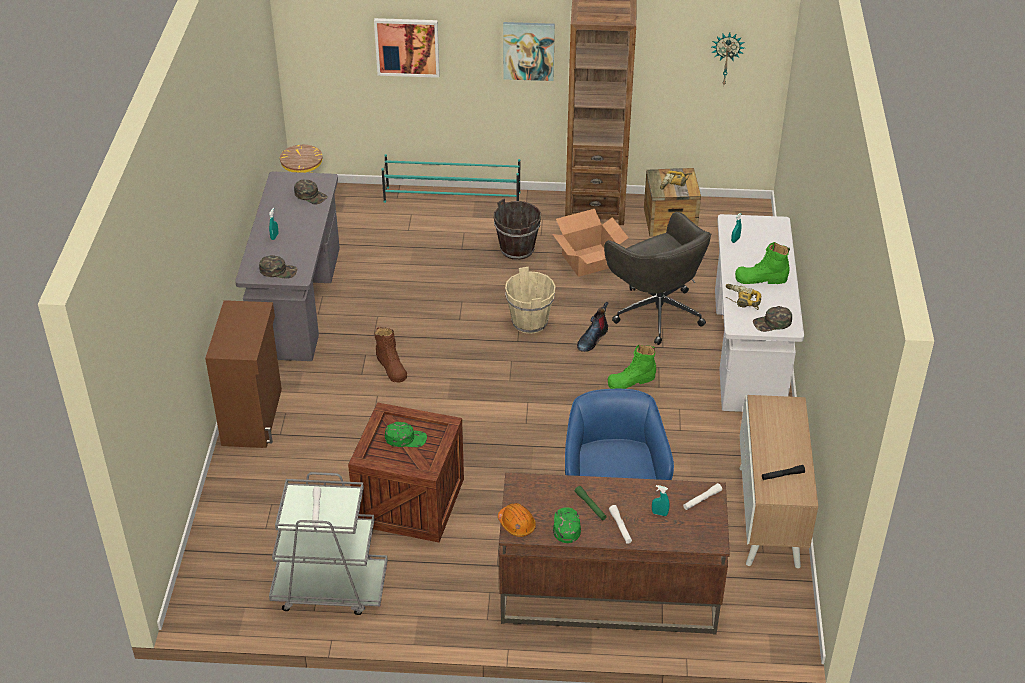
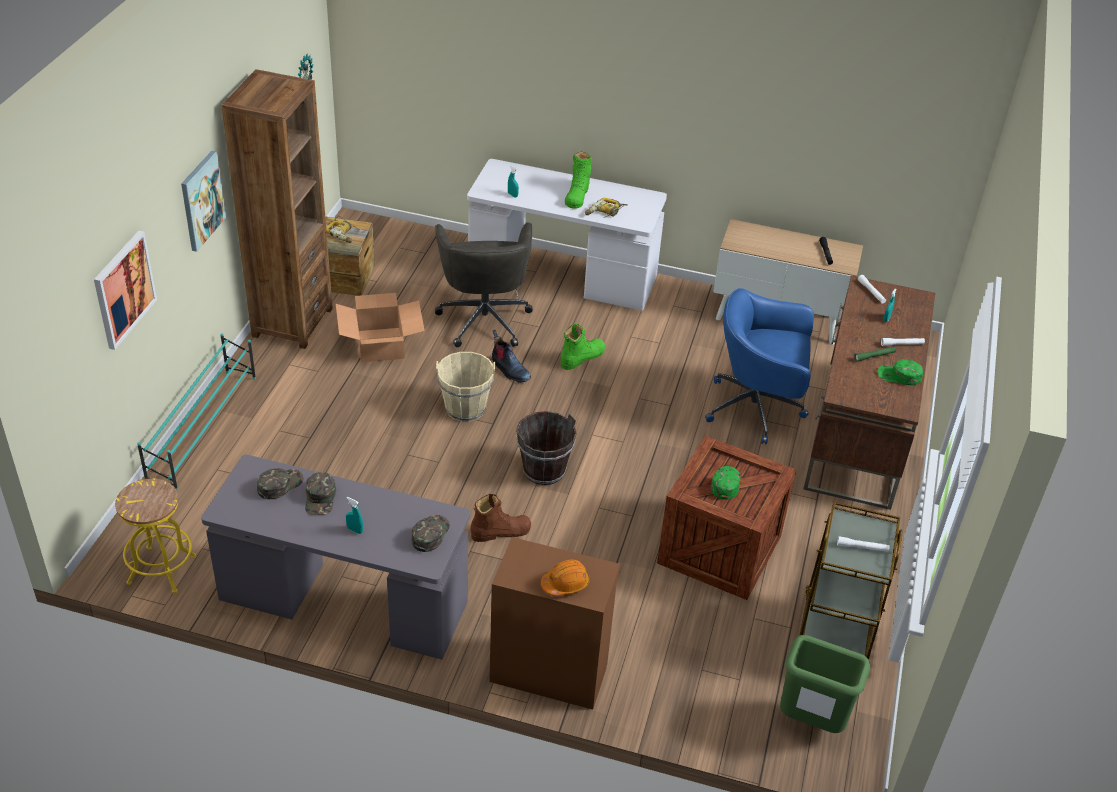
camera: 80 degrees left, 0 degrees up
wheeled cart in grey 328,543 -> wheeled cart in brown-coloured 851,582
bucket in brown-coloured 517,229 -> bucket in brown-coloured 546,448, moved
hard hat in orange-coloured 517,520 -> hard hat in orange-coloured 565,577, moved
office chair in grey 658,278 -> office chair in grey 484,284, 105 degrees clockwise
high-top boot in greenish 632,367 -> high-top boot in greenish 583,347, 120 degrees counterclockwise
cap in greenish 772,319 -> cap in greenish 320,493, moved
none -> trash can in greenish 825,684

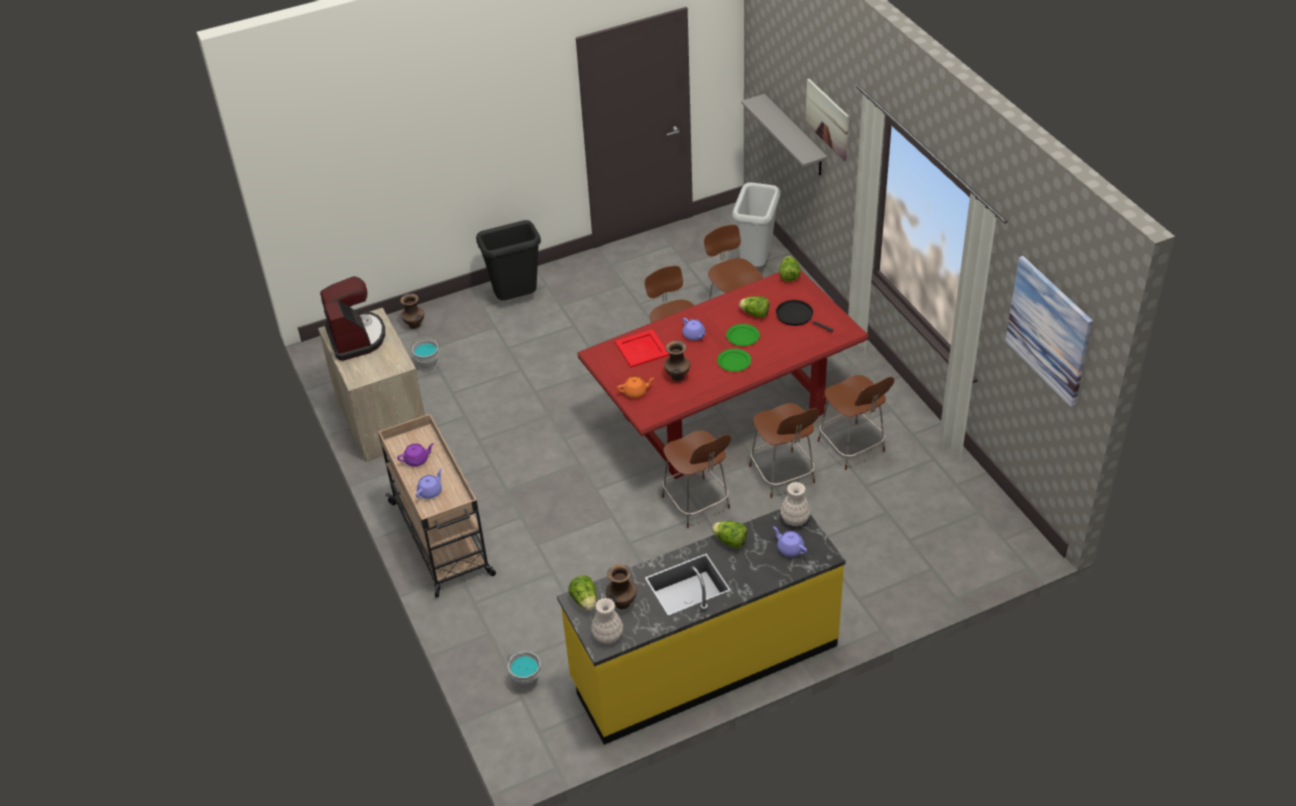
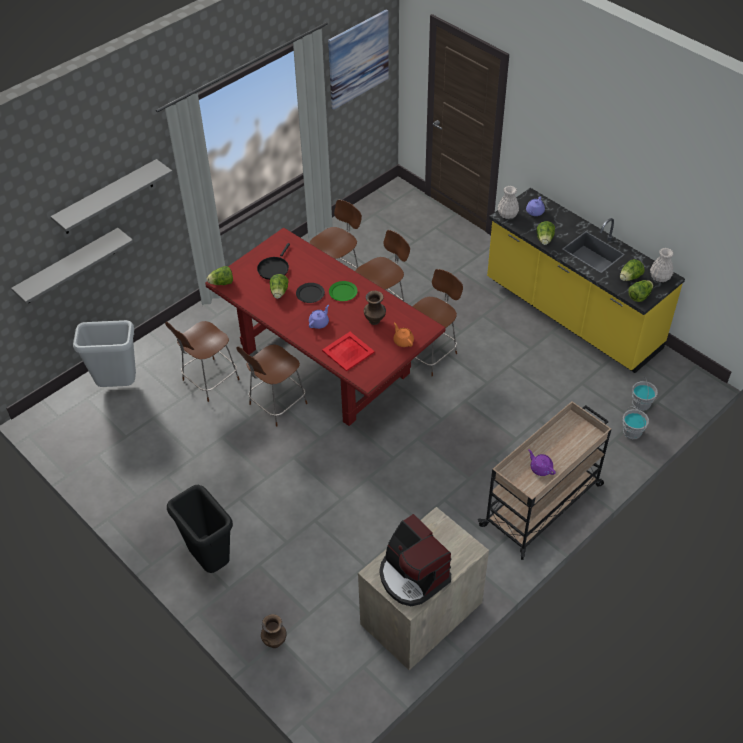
camera: 110 degrees left, 5 degrees up
coffee machine 352,318 -> coffee machine 415,560, 90 degrees counterclockwise
bucket in grey 425,354 -> bucket in grey 636,423, moved
teapot in purple 429,483 -> none
decorative vase in brown-coloured 621,586 -> lettuce 632,270
flat dish in greenish 743,335 -> flat dish in black 310,293
wall art 827,120 -> shelf in grey 111,196

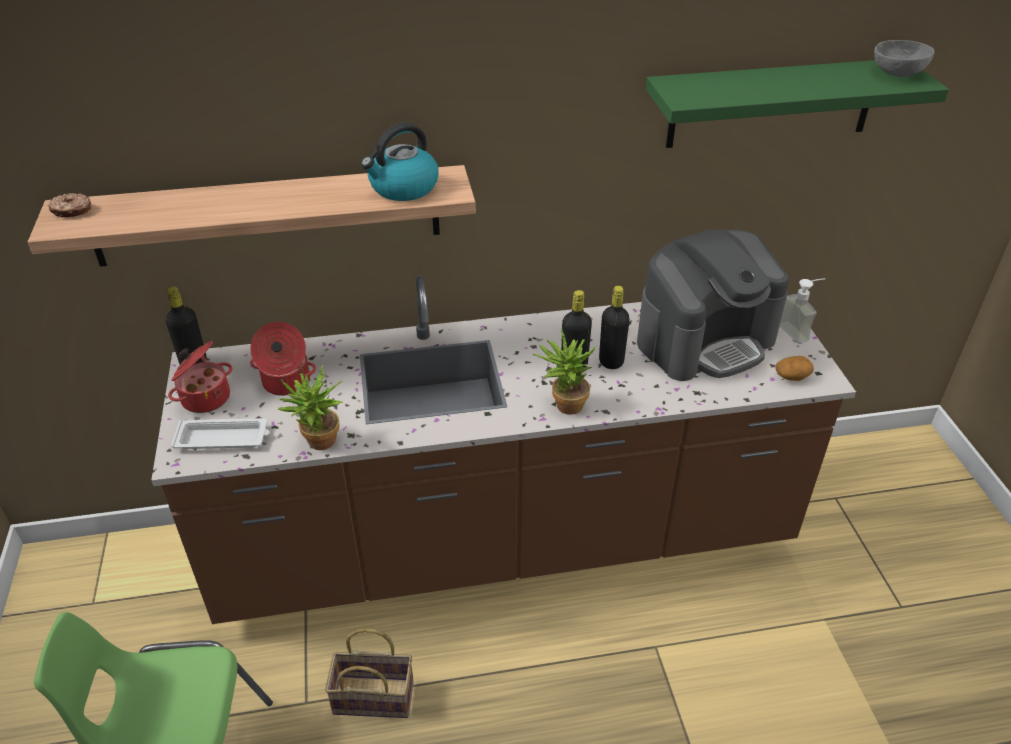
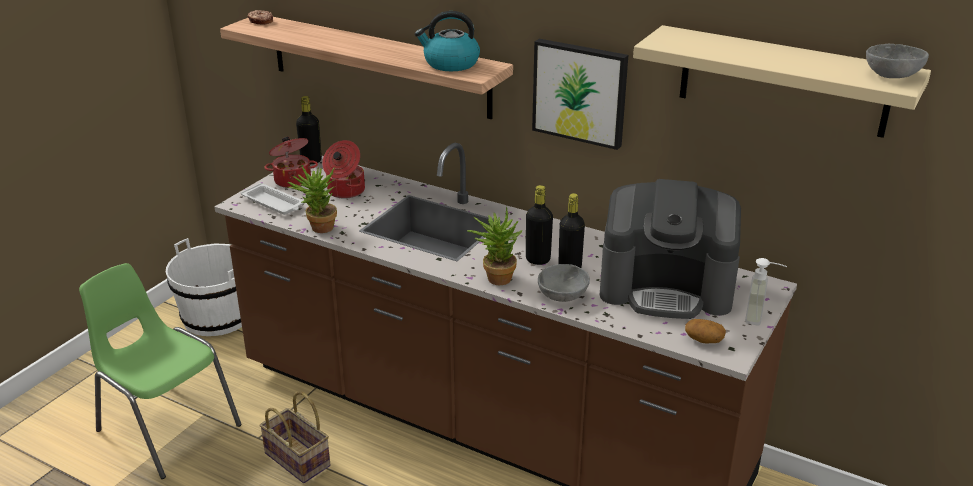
camera: 40 degrees right, 10 degrees down
shelf in greenish 797,104 -> shelf in sand-coloured 782,81
none -> bucket in white 204,287
none -> wall art 580,94
none -> bowl in grey 564,283

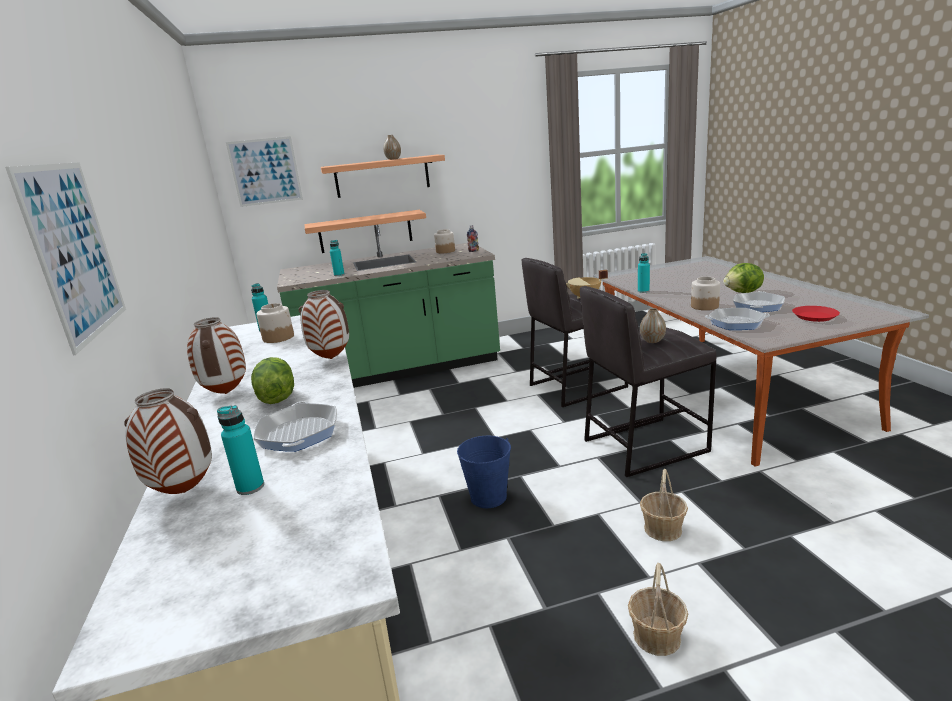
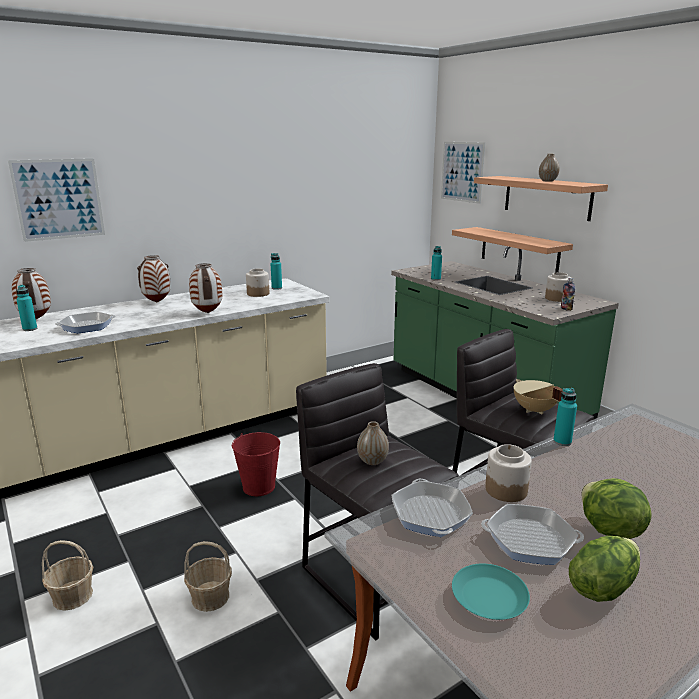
camera: 70 degrees right, 0 degrees up
lettuce 272,380 -> lettuce 604,569, moved
bucket in blue-coloured 484,472 -> bucket in reddish 256,464
flat dish in reddish 816,314 -> flat dish in blue-green 491,591

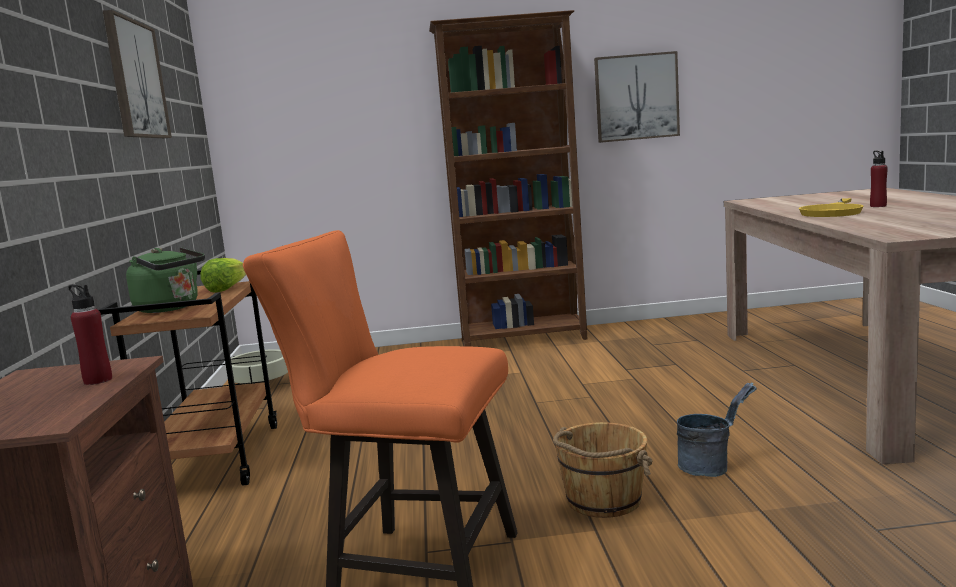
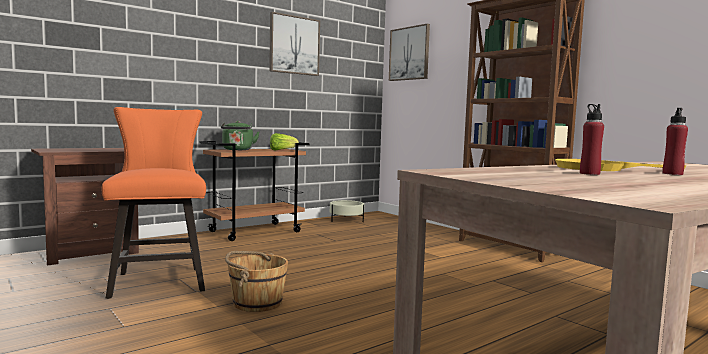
camera: 55 degrees right, 5 degrees down
drink bottle in reddish 90,335 -> drink bottle in reddish 592,139, moved
wall art 637,97 -> wall art 409,52, moved
bucket in grey 717,430 -> none

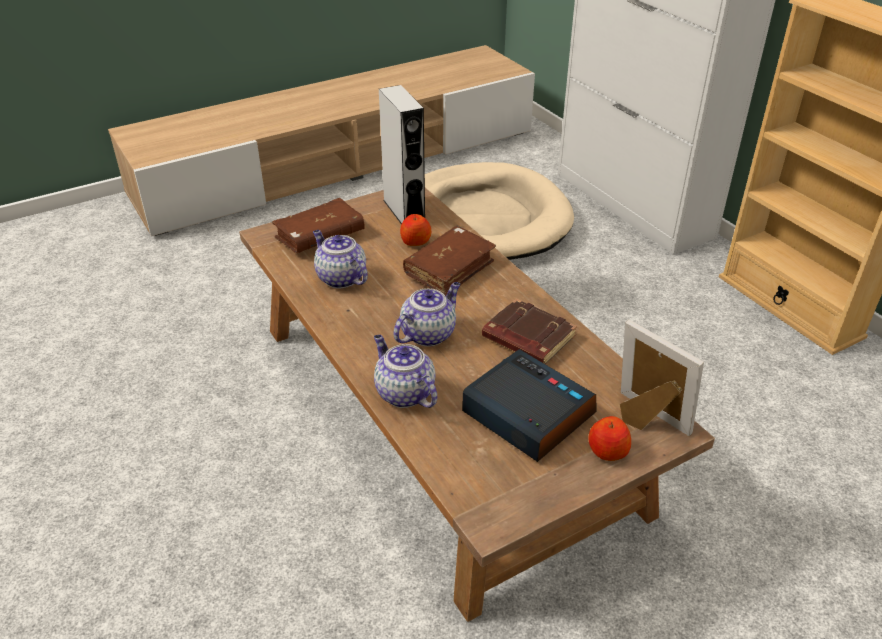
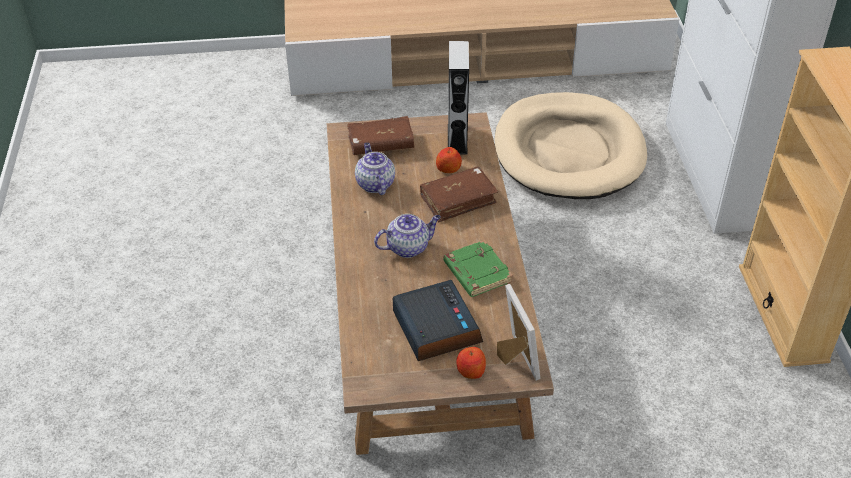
camera: 25 degrees right, 5 degrees up
teapot 405,371 -> none
book in brown-coloured 529,331 -> book in greenish 478,268

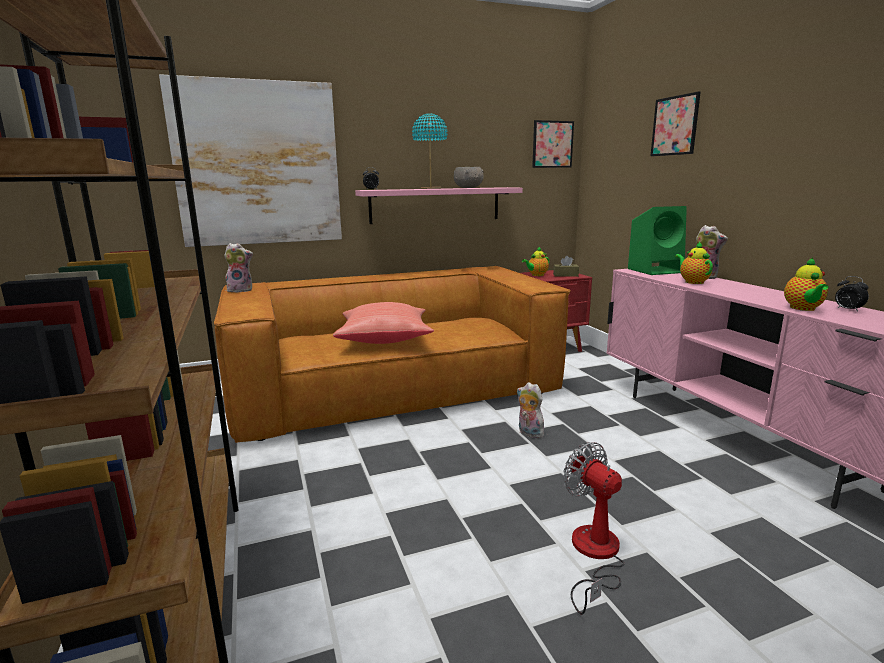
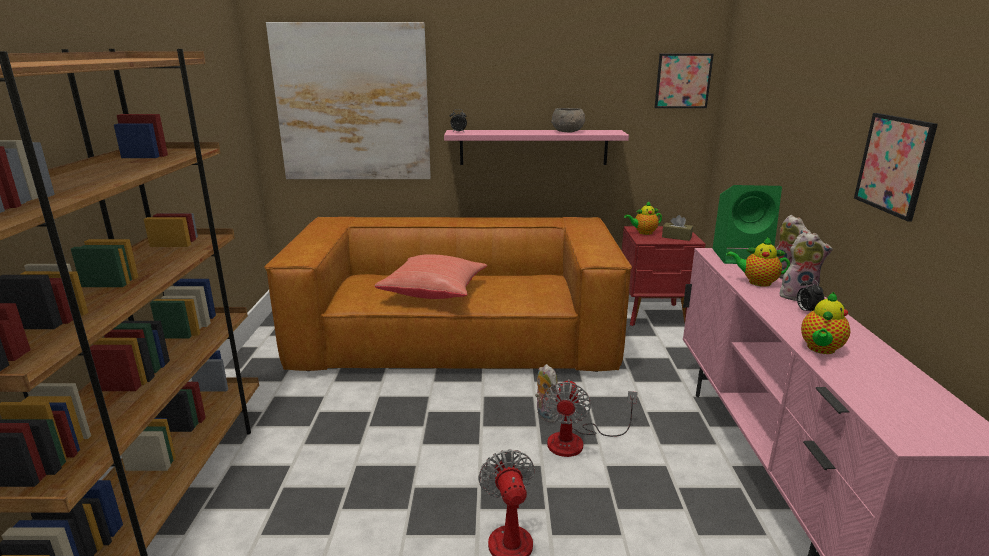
camera: 20 degrees right, 5 degrees up
soft toy 238,268 -> soft toy 806,266, moved
table lamp in blue-green 430,151 -> none
wall art 676,123 -> wall art 896,167, moved
teapot 694,263 -> teapot 758,262, 75 degrees counterclockwise
table clock 852,294 -> table clock 810,295, moved
none -> electric fan 590,418

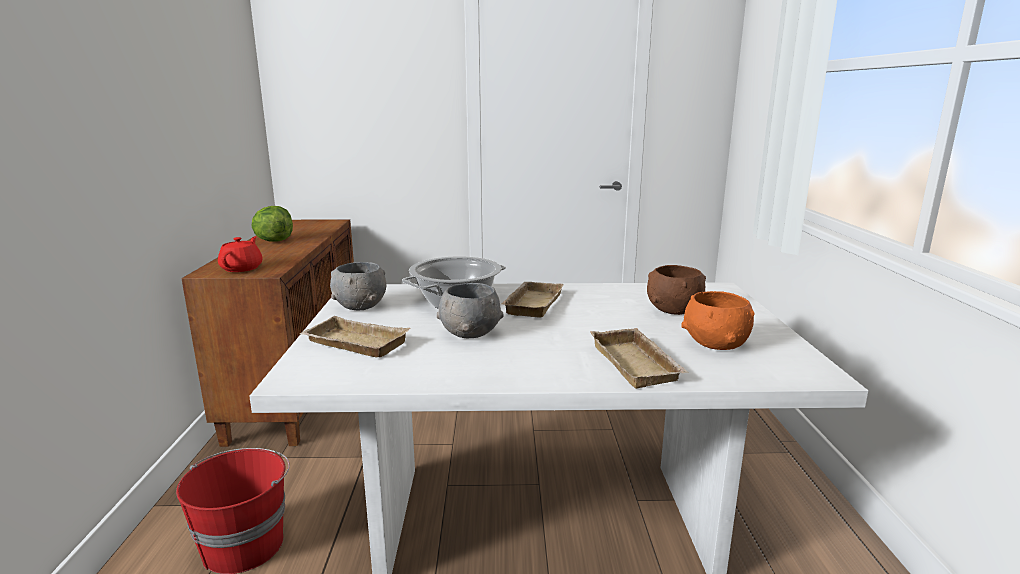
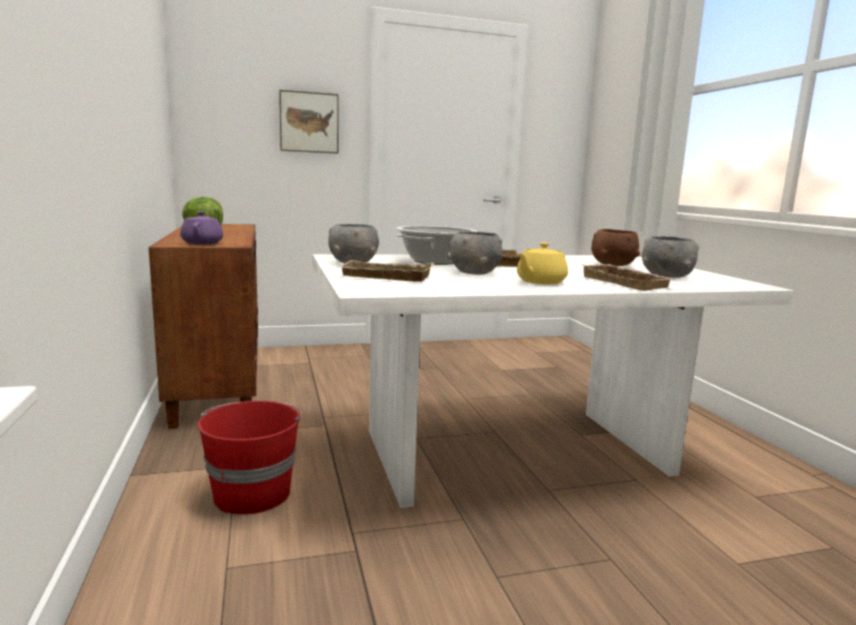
camera: 15 degrees left, 5 degrees down
teapot in reddish 240,254 -> teapot in purple 201,227
bowl in orange-coloured 717,320 -> bowl in grey 671,257
none -> wall art 309,122
none -> teapot in yellow-coloured 542,263

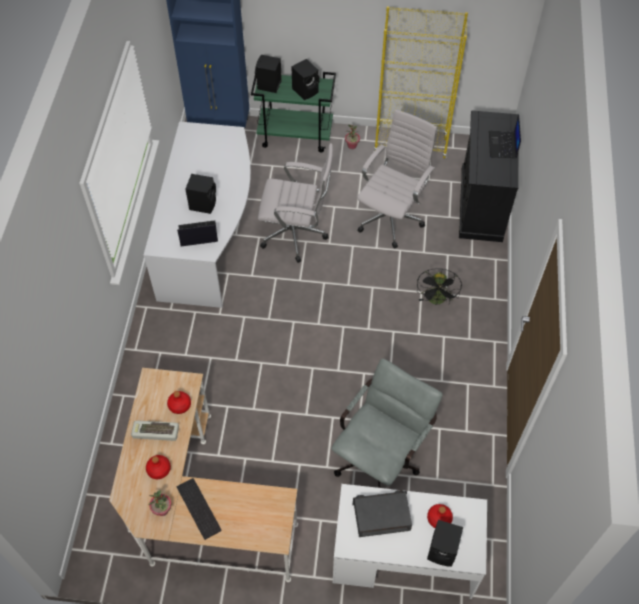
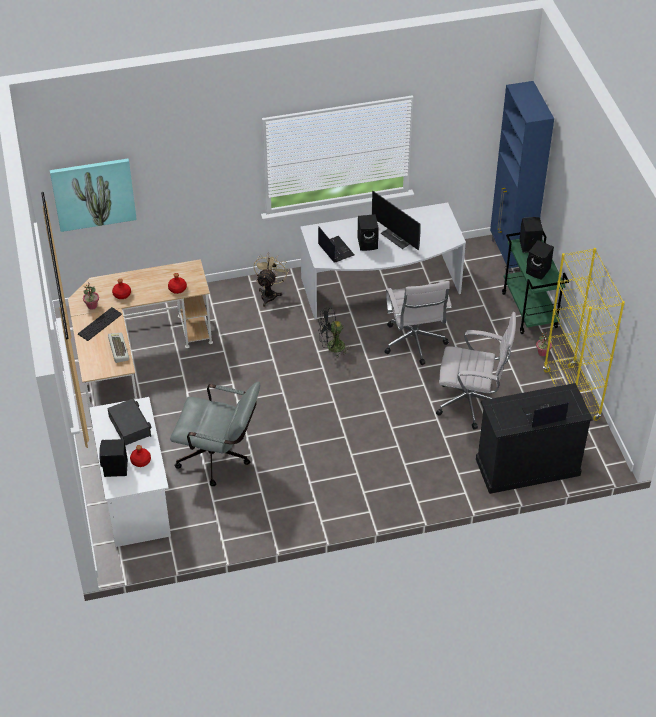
camera: 70 degrees right, 10 degrees down
keyboard 155,430 -> keyboard 118,348, moved
electric fan in black 439,286 -> electric fan in black 334,332, moved
none -> wall art 93,195
none -> electric fan in sand-coloured 271,279
none -> computer screen 396,220

